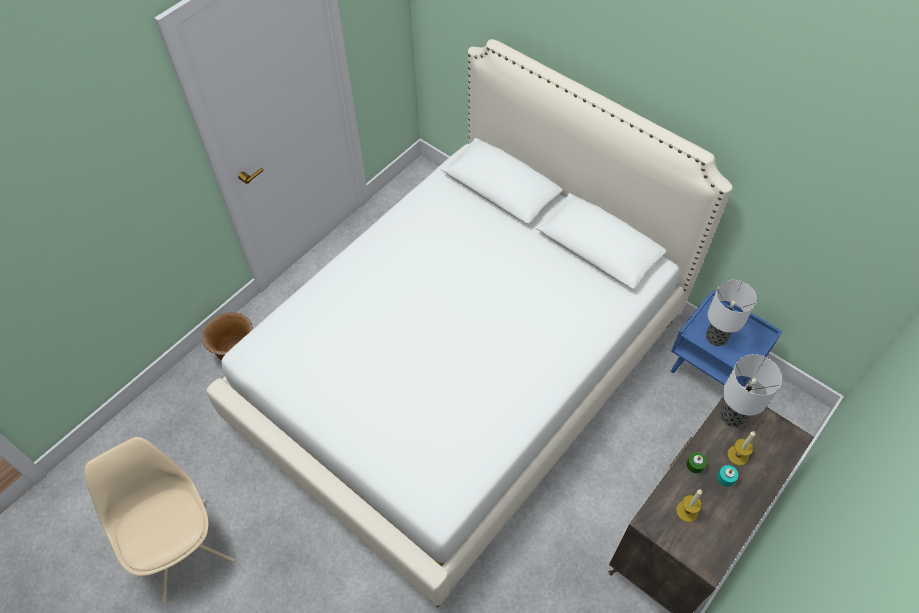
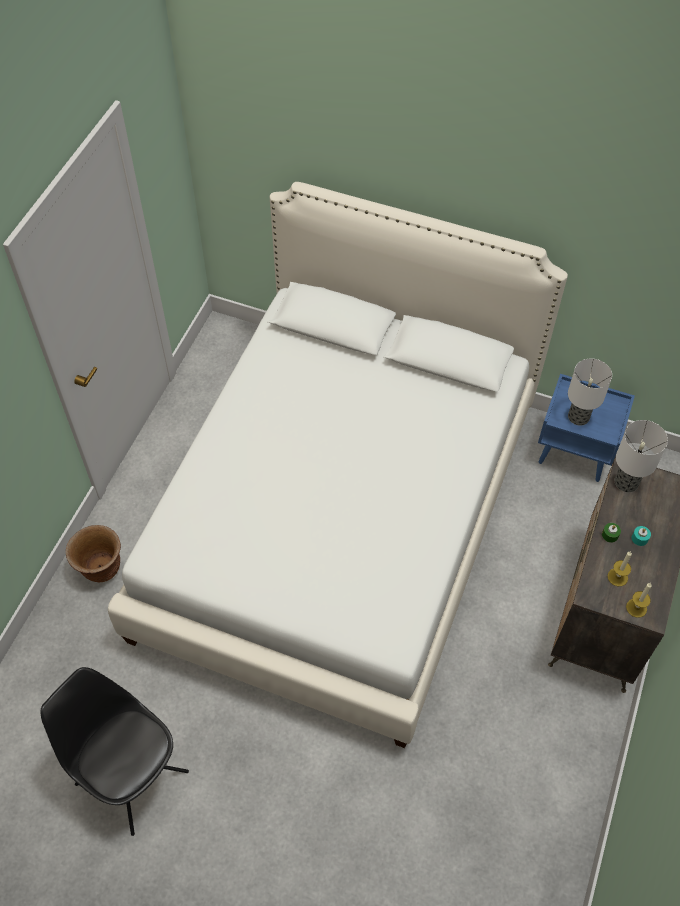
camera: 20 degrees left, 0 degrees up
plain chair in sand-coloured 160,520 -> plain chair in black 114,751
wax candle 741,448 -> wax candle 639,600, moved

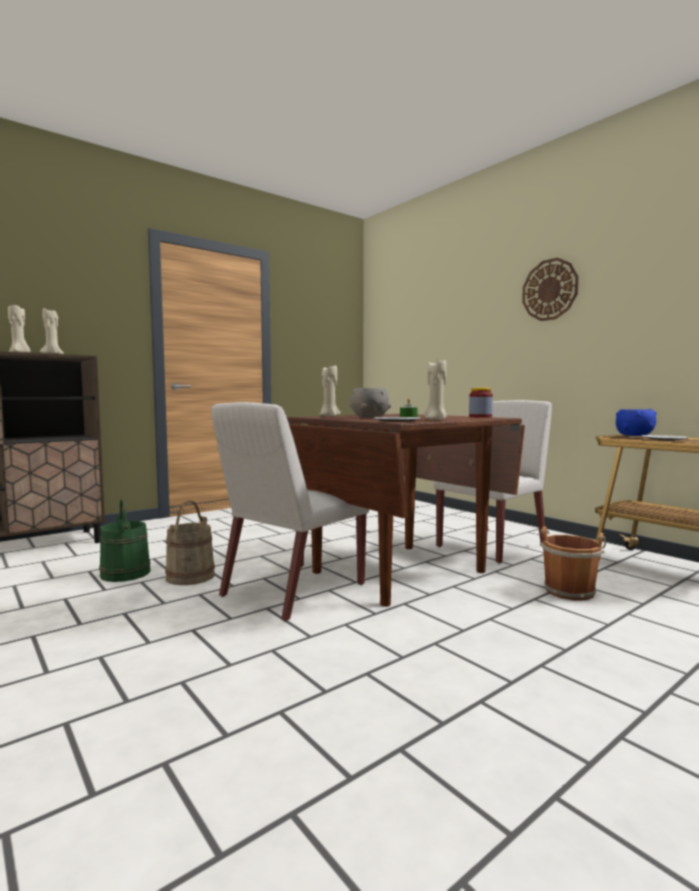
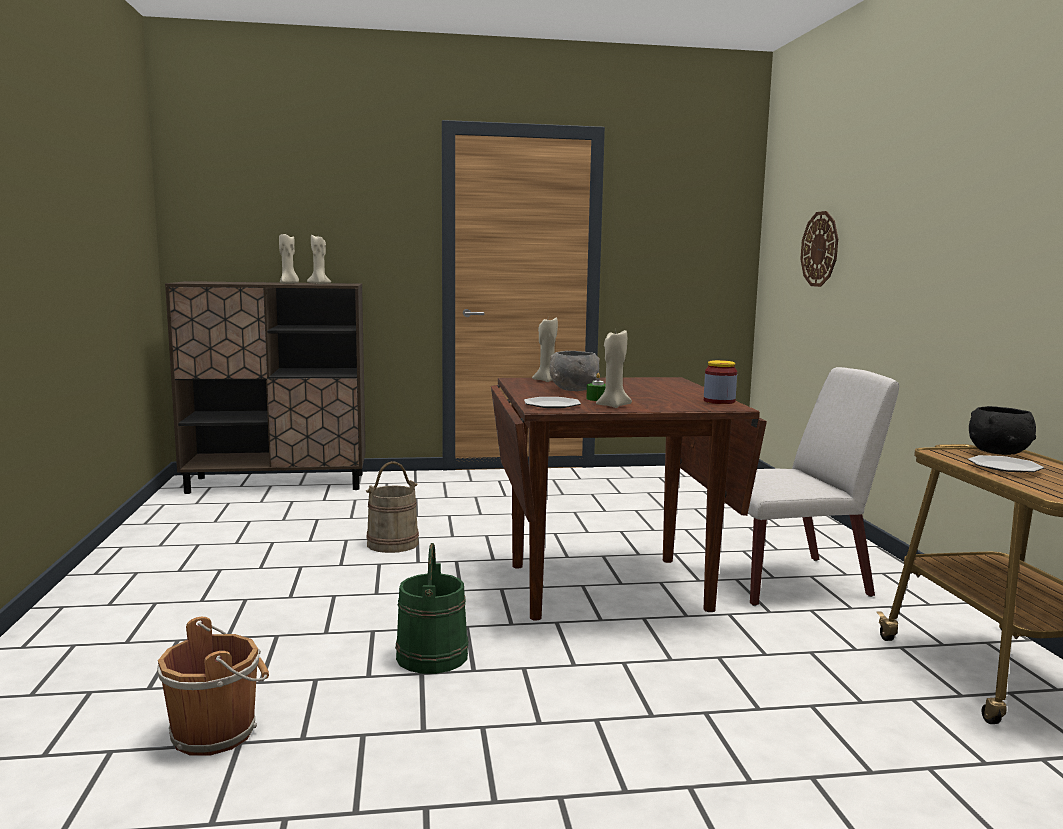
camera: 30 degrees right, 5 degrees up
bucket in greenish 125,540 -> bucket in greenish 431,608, moved
plain chair in white 290,512 -> none
clock on the wall 550,289 -> clock on the wall 819,249, moved
bucket in brown-coloured 573,563 -> bucket in brown-coloured 213,686, moved
bowl in blue-coloured 636,422 -> bowl in black 1002,430

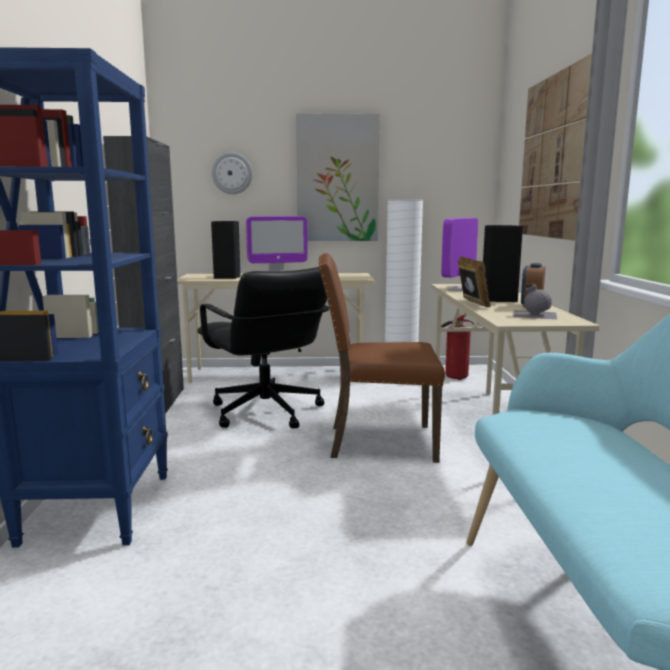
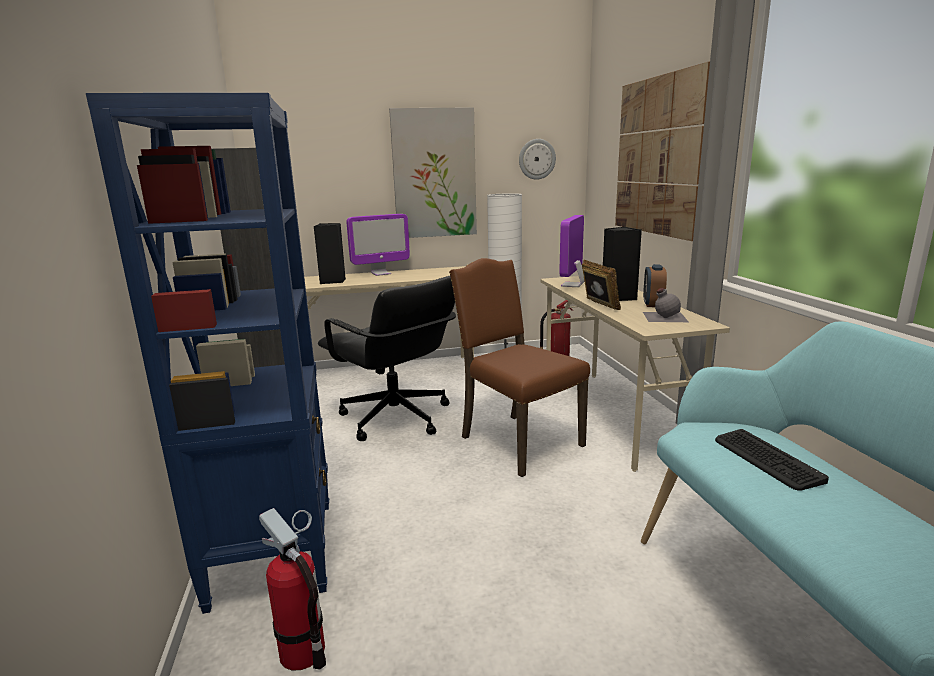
camera: 10 degrees left, 5 degrees up
clock on the wall 232,173 -> clock on the wall 537,159, moved
plain chair in brown-coloured 381,358 -> plain chair in brown-coloured 519,367, 60 degrees clockwise
none -> extinguisher 292,589
none -> keyboard 772,460

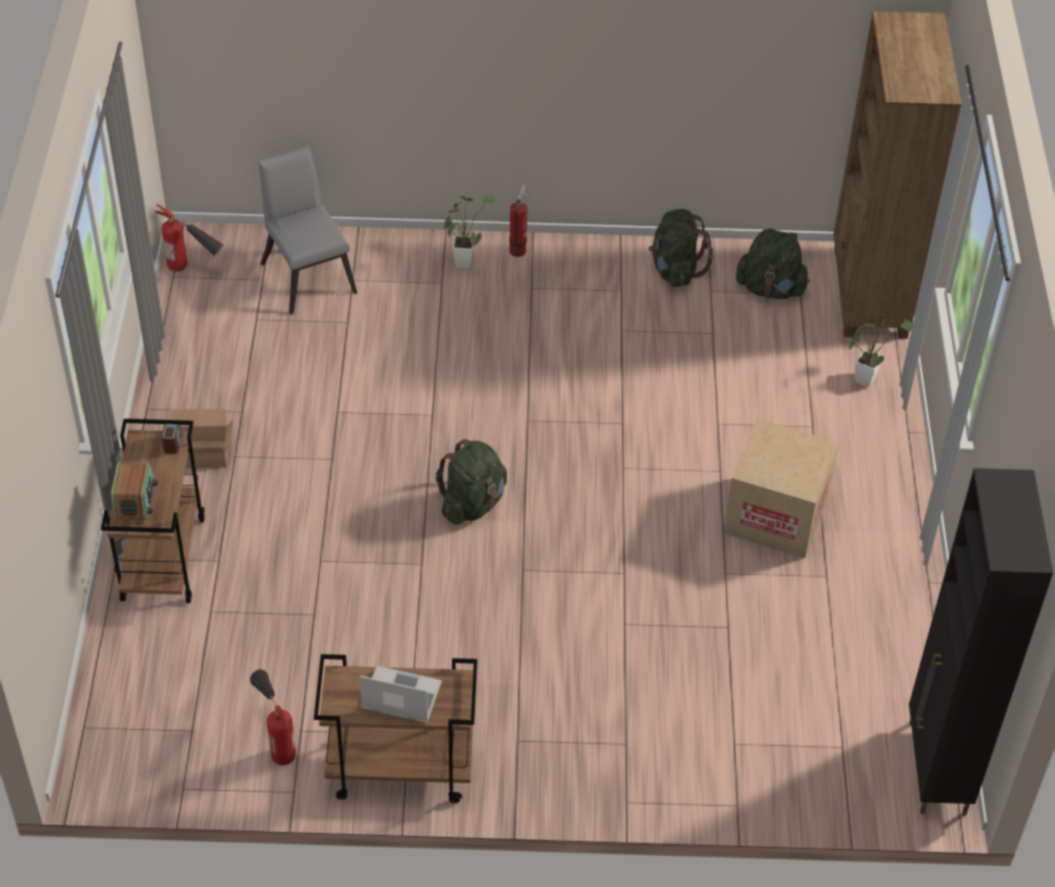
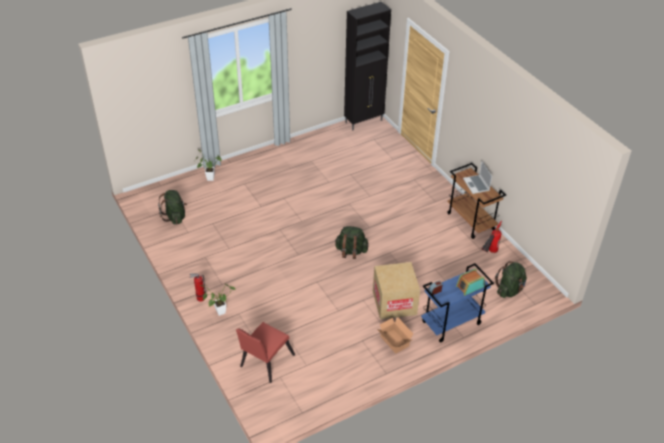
camera: 120 degrees left, 5 degrees down
wheeled cart in brown-coloured 153,511 -> wheeled cart in blue-coloured 457,303
extinguisher 189,237 -> none
plain chair in grey 307,230 -> plain chair in reddish 265,352
knapsack in greenish 681,248 -> knapsack in greenish 511,279, moved
carton 781,488 -> carton 396,290, moved
shelving unit in brown-coloured 897,175 -> none

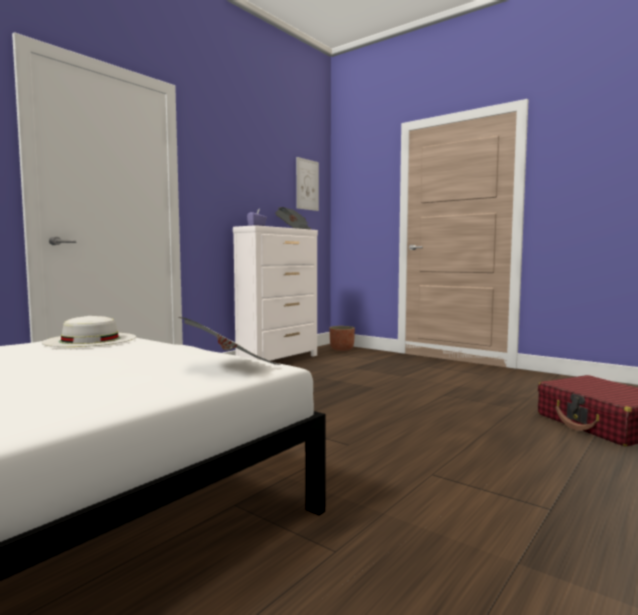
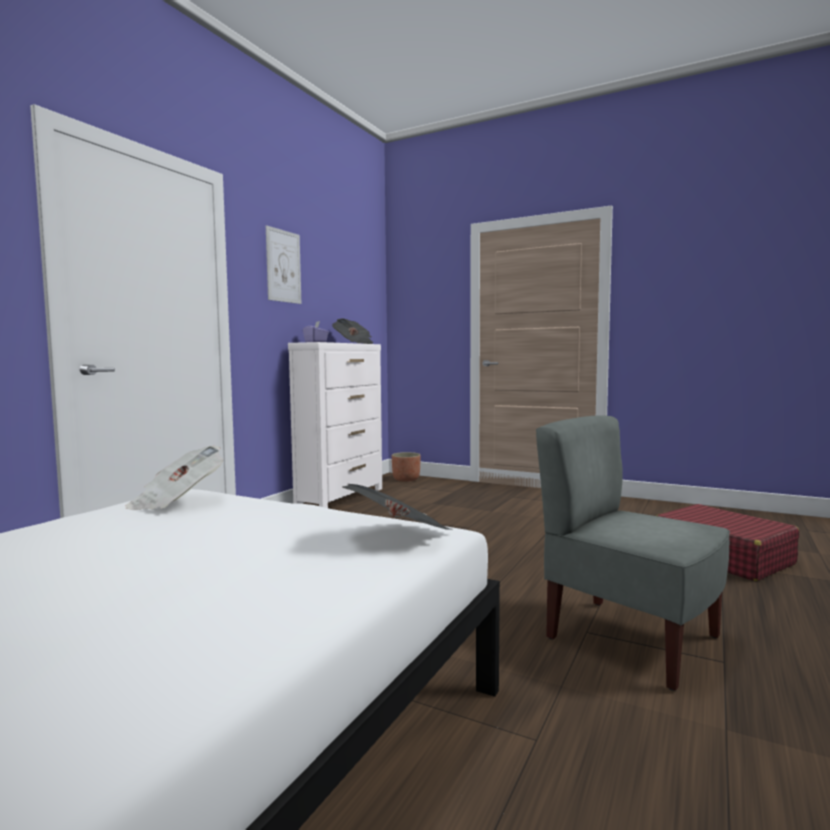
camera: 10 degrees left, 0 degrees up
clothing hat in white 88,331 -> newspaper 174,478
wall art 307,184 -> wall art 283,264, moved
none -> plain chair in grey 633,553

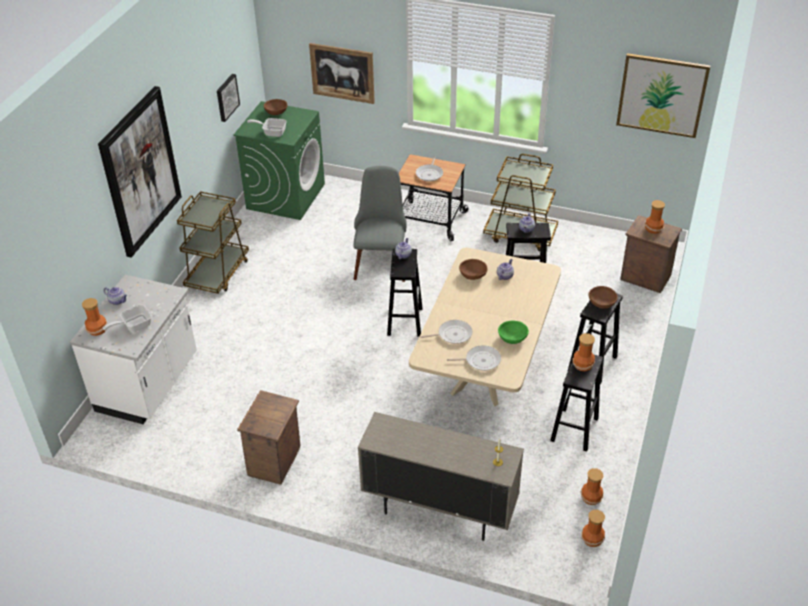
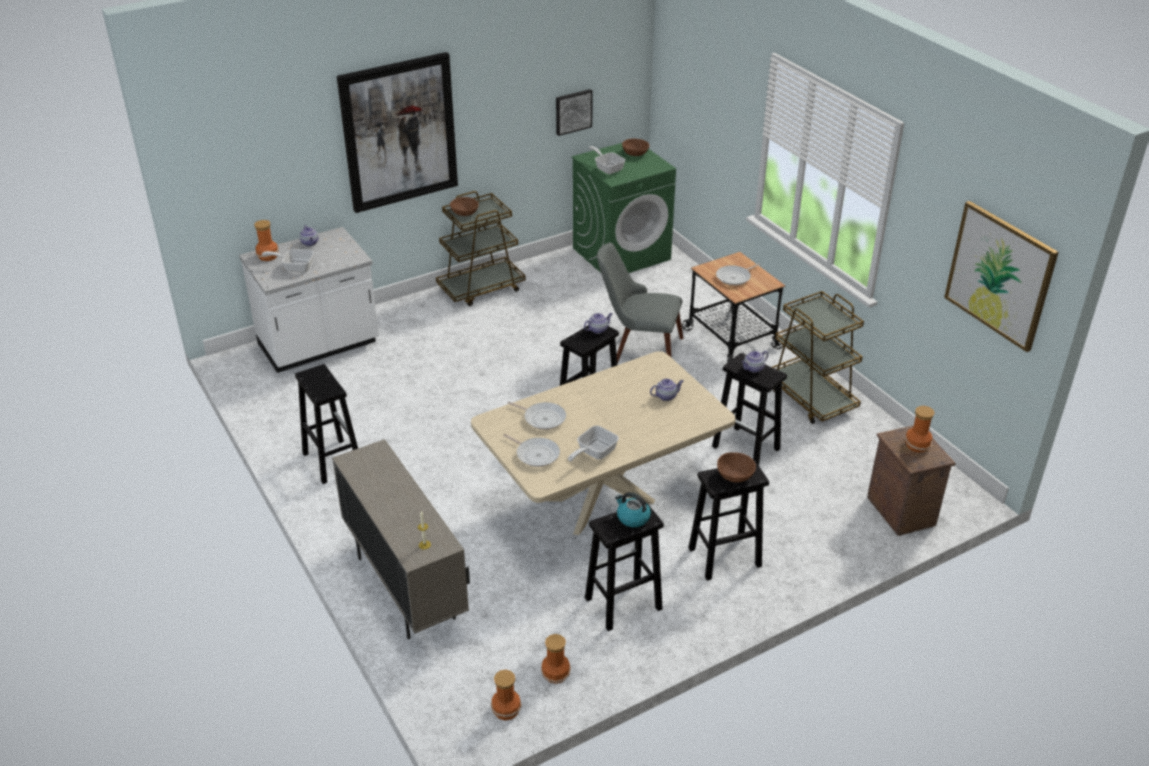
camera: 40 degrees right, 5 degrees down
shipping crate 268,437 -> stool in black 326,424
wall art 342,73 -> none
plain chair in grey 380,224 -> plain chair in grey 640,303, 120 degrees counterclockwise
bowl in brown-coloured 473,269 -> bowl in brown-coloured 464,206, moved
bowl in greenish 513,332 -> skillet 593,443
decorative vase 584,352 -> kettle 633,509

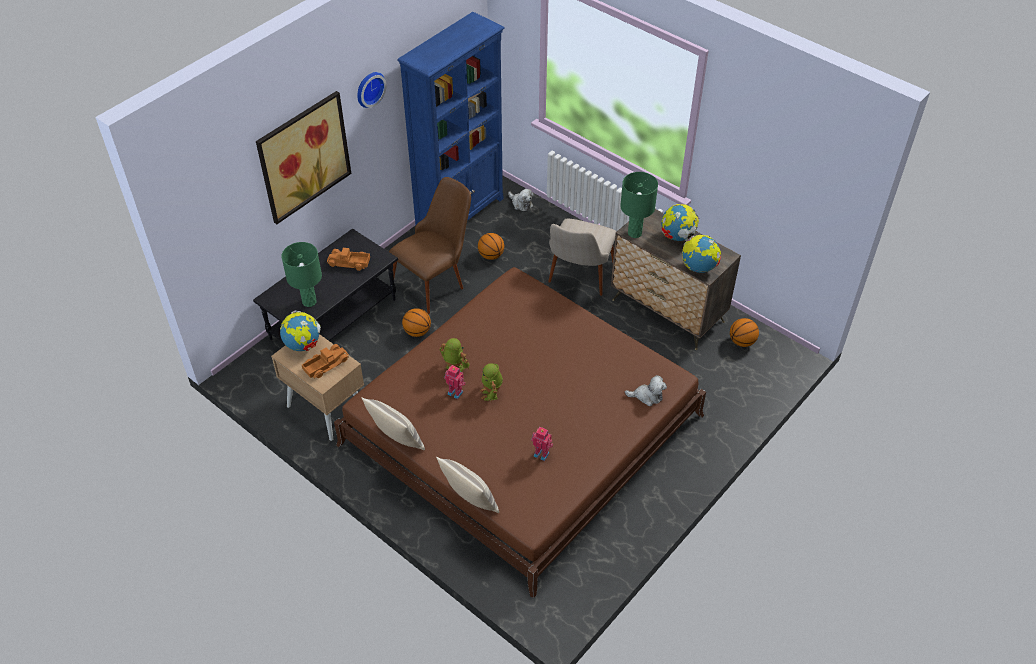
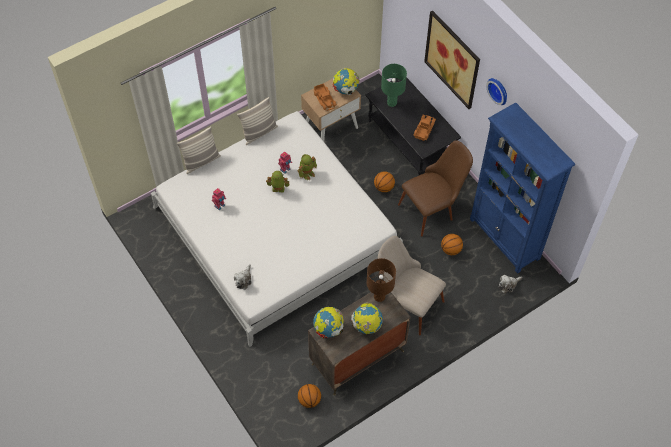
camera: 105 degrees right, 10 degrees up
sleeping bed in brown-coloured 520,432 -> sleeping bed in white 277,229
plain chair in brown-coloured 430,245 -> plain chair in brown-coloured 435,188, 90 degrees counterclockwise
table lamp in greenish 639,205 -> table lamp in brown-coloured 381,280

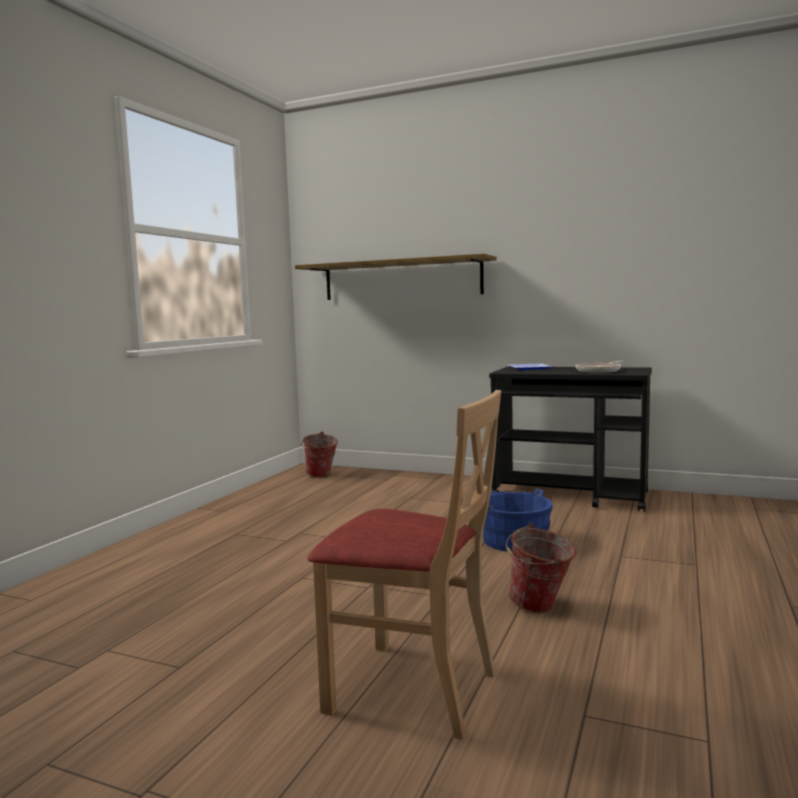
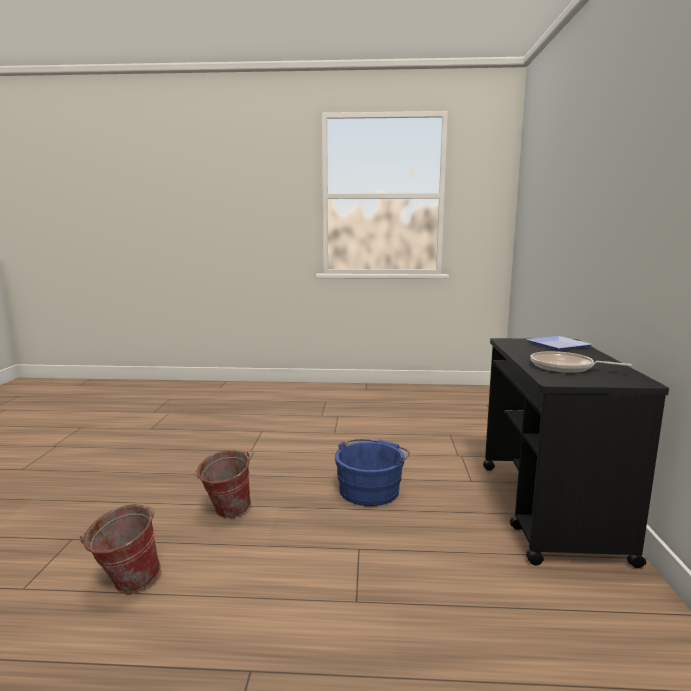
camera: 70 degrees right, 5 degrees up
shelf 396,277 -> none
bucket 319,454 -> bucket 120,548, moved
plain chair in sand-coloured 404,565 -> none

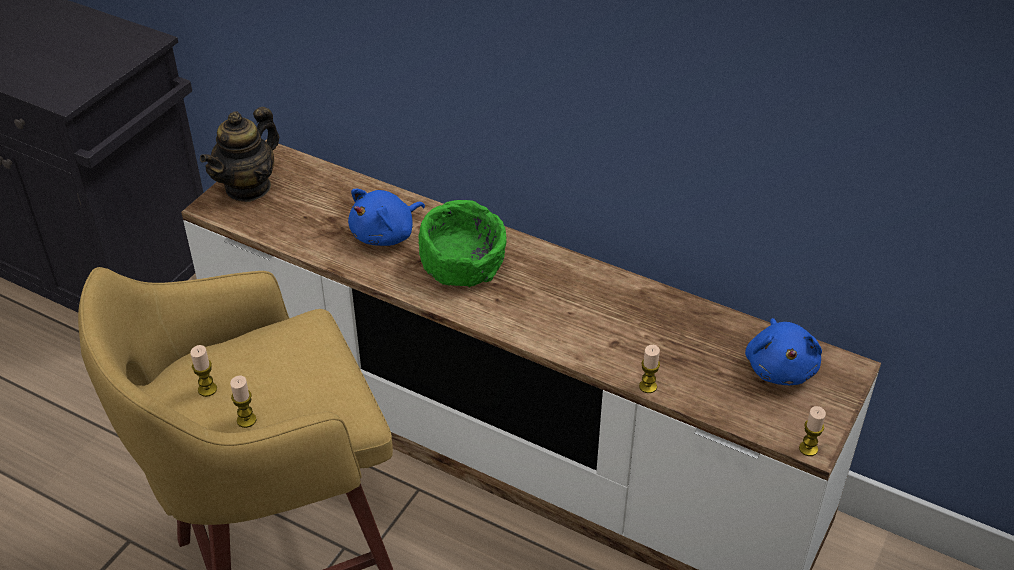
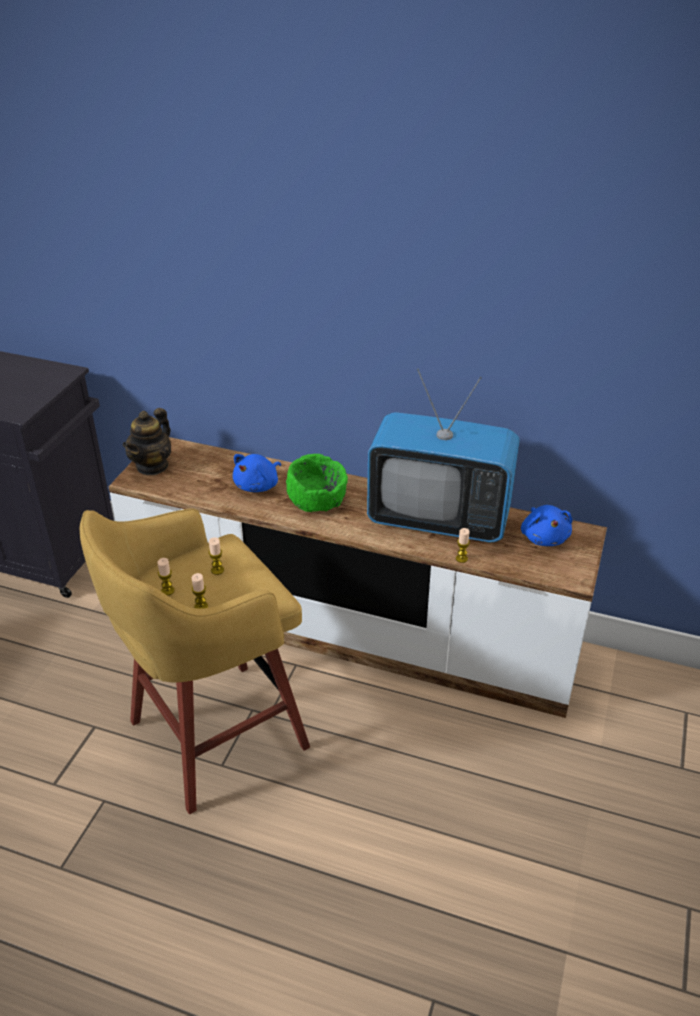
camera: 10 degrees left, 5 degrees down
wax candle 812,431 -> wax candle 216,556, moved
none -> television 443,456

